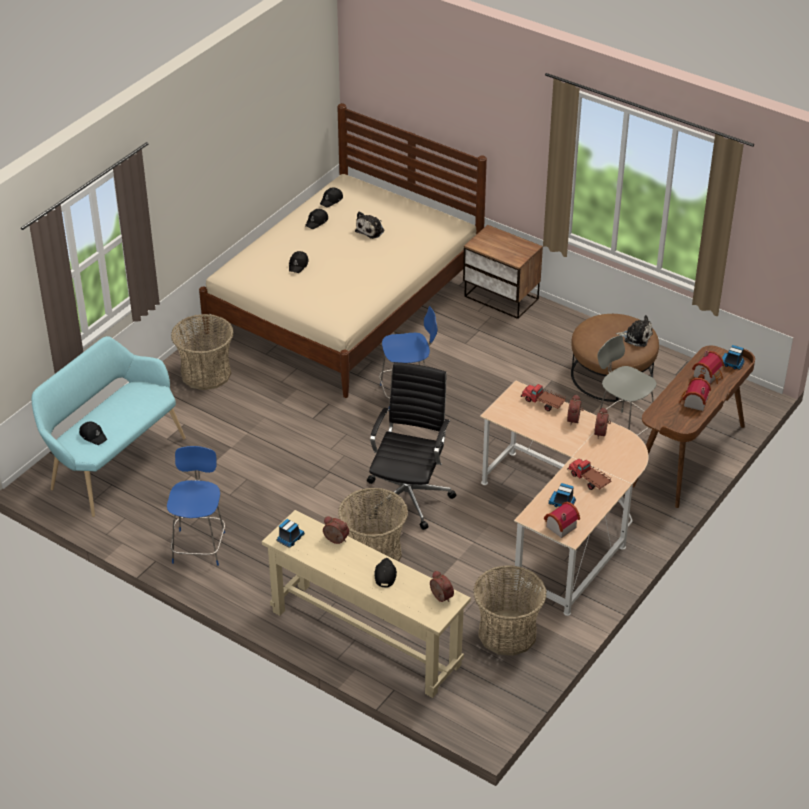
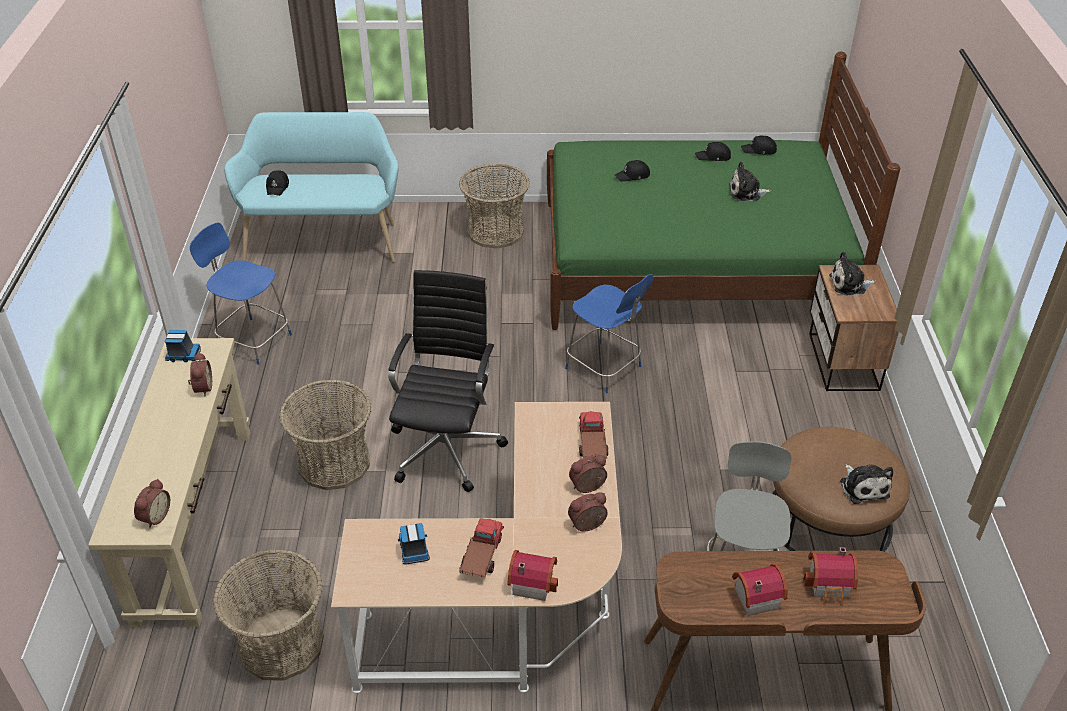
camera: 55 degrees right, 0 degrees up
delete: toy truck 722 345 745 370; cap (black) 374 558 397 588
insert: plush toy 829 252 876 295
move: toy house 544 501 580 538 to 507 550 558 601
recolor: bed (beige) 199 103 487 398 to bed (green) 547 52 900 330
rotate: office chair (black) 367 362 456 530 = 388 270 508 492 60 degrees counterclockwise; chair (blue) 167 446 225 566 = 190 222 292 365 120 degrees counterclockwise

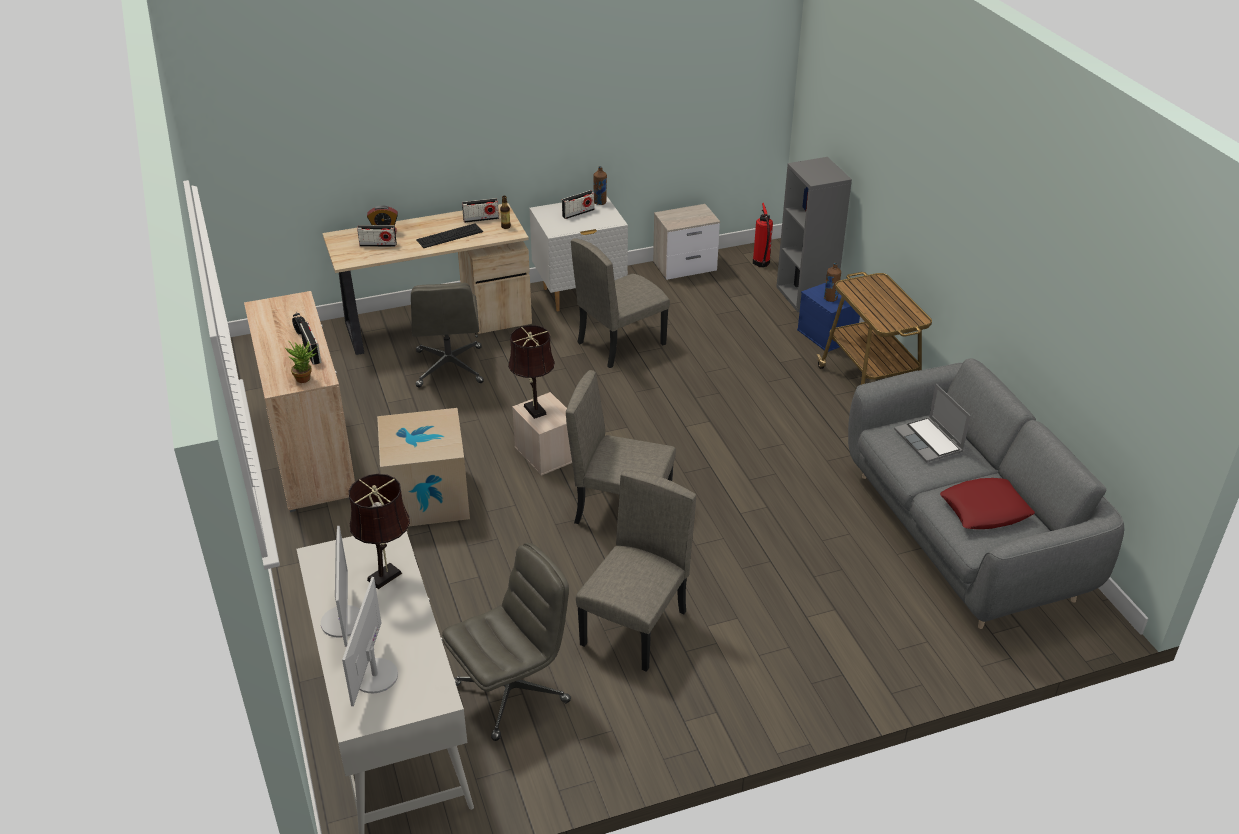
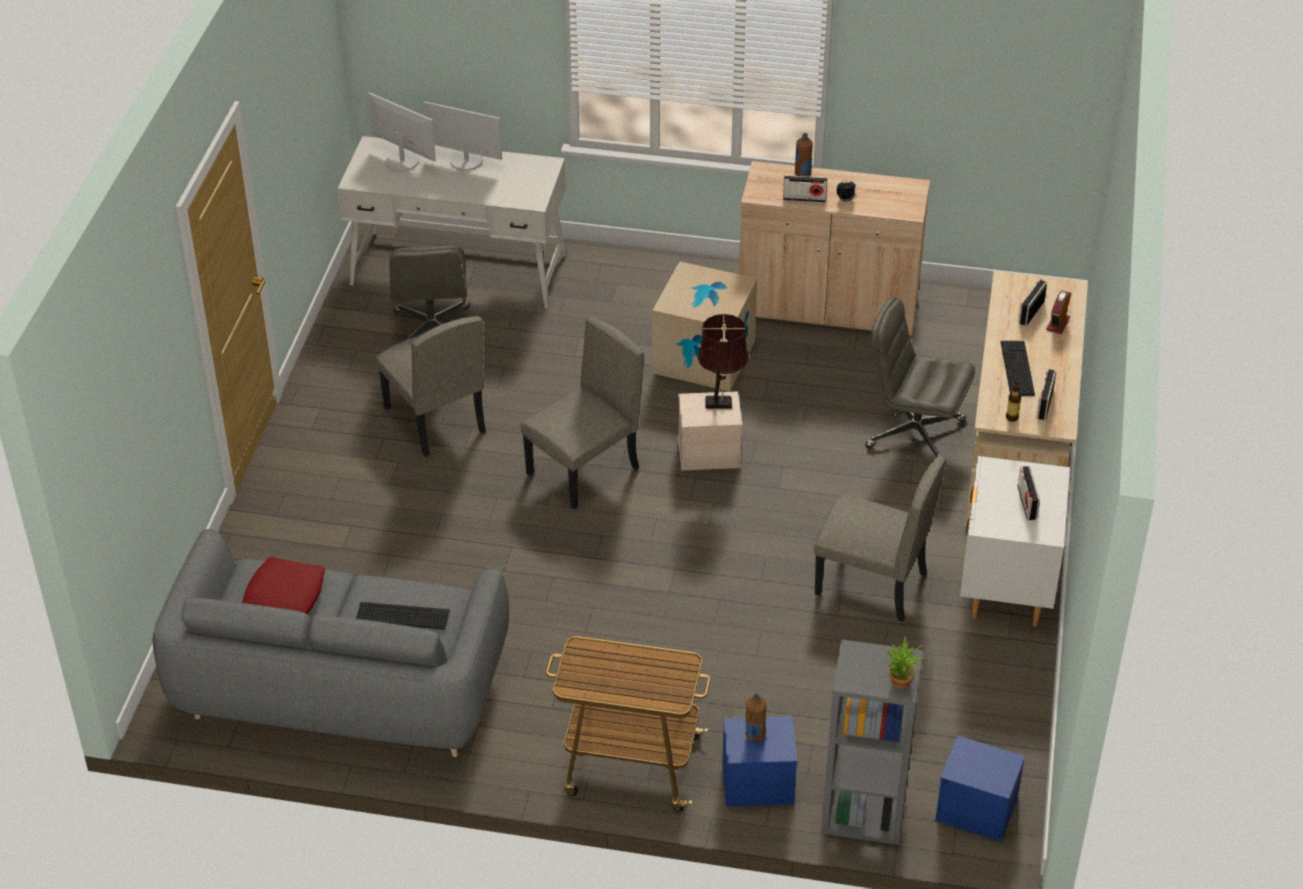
camera: 120 degrees right, 5 degrees up
delete: nightstand 653 204 720 280; table lamp (brown) 349 474 410 589
move: bottle (brown) 593 166 607 205 to 795 133 813 177; potted plant 285 341 318 383 to 886 636 923 689
replace: fire extinguisher 753 203 773 267 to storage box (blue) 935 736 1025 842; laptop 894 384 971 462 to keyboard 356 602 450 630
rotate: chair (beige) 571 238 670 368 = 814 456 946 622 120 degrees clockwise

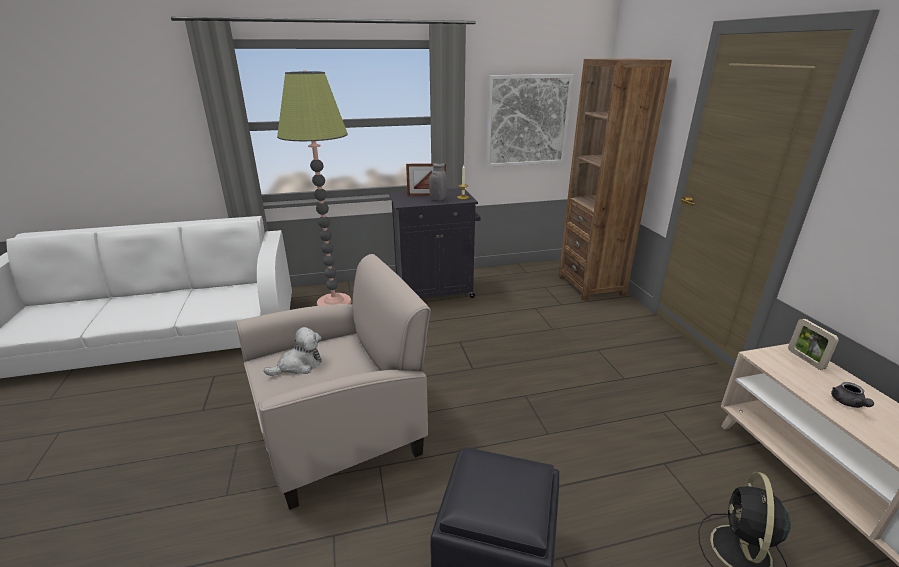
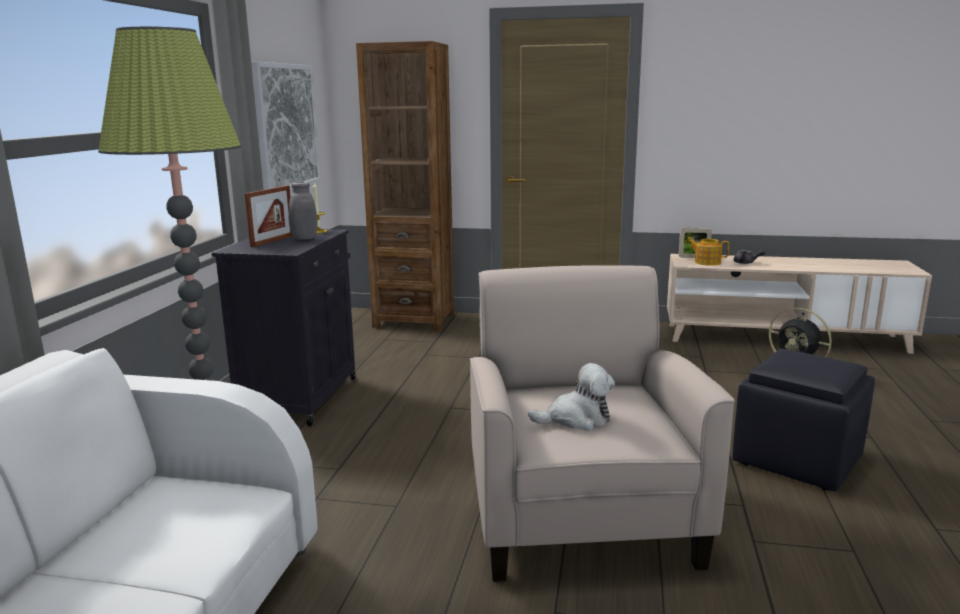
camera: 65 degrees left, 10 degrees down
insert: teapot 688 239 729 266
rotate: plush toy 264 327 322 376 = 528 363 615 431 90 degrees clockwise

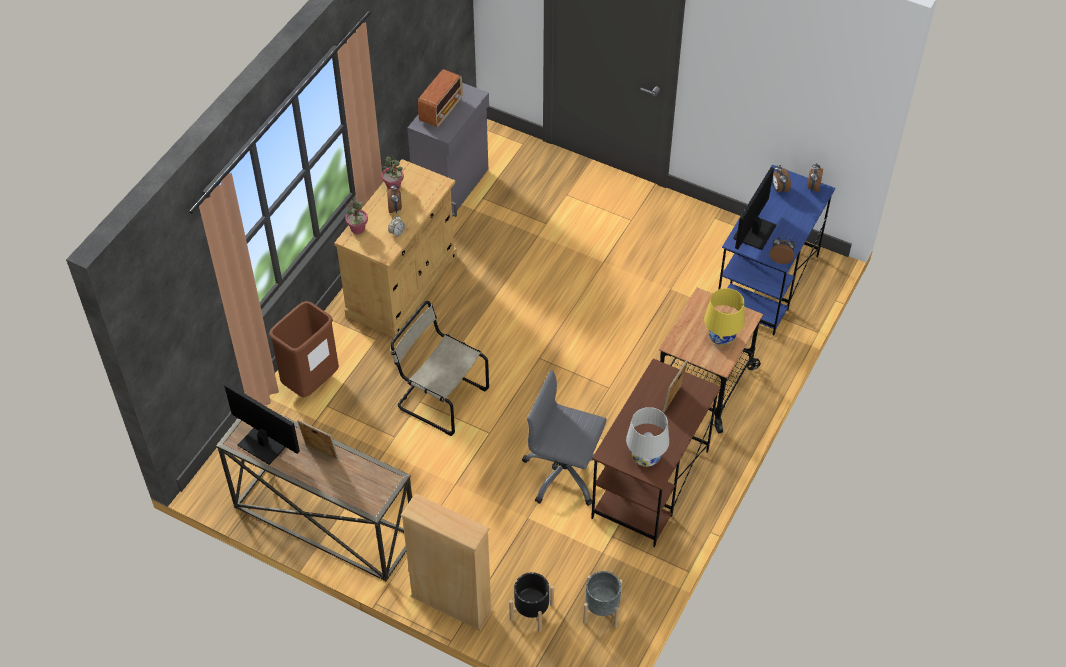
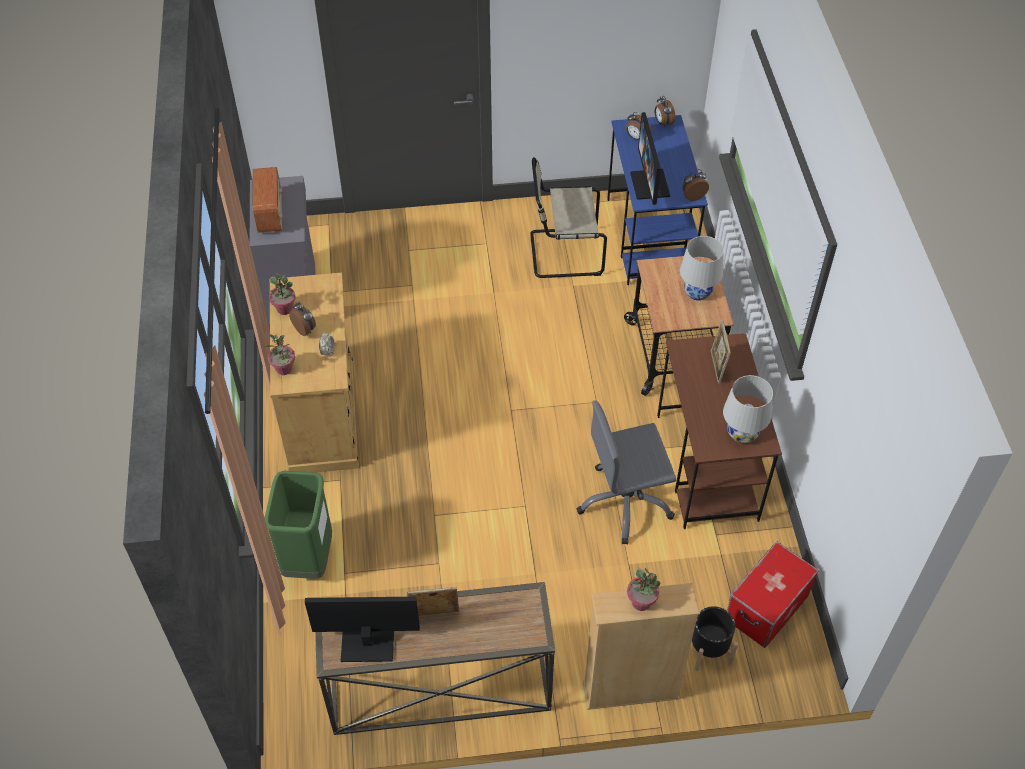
camera: 35 degrees left, 0 degrees up
insert: potted plant 627 568 661 611
move: chair (beige) 390 301 489 436 to 530 157 607 278
replace: planter (grey) 583 571 623 628 to storage box 727 542 819 648
recolor: table lamp (yellow) 704 288 745 346 to table lamp (white) 680 236 724 301; trash can (brown) 269 301 339 398 to trash can (green) 265 471 332 579

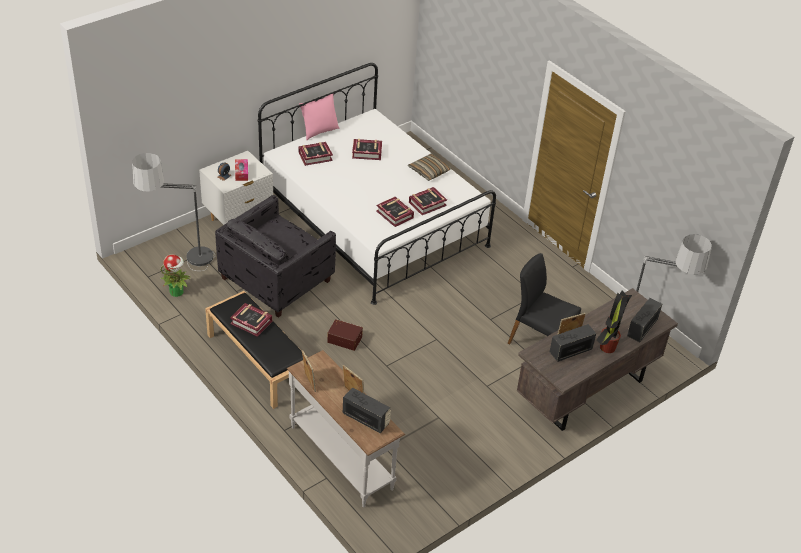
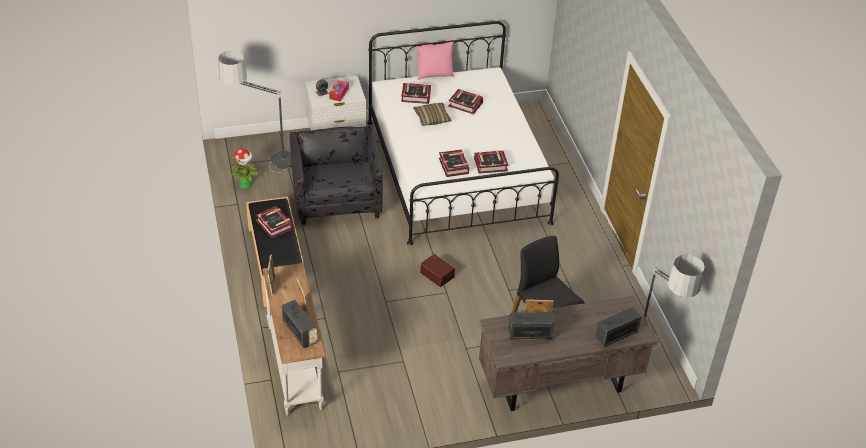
camera: 25 degrees right, 0 degrees up
delete: potted plant 596 290 632 353
move: pillow 408 154 452 181 to 413 103 451 126; storage box (brown) 327 319 363 351 to 420 254 455 287
rotate: armchair (grey) 215 195 336 318 = 290 126 383 225 105 degrees clockwise

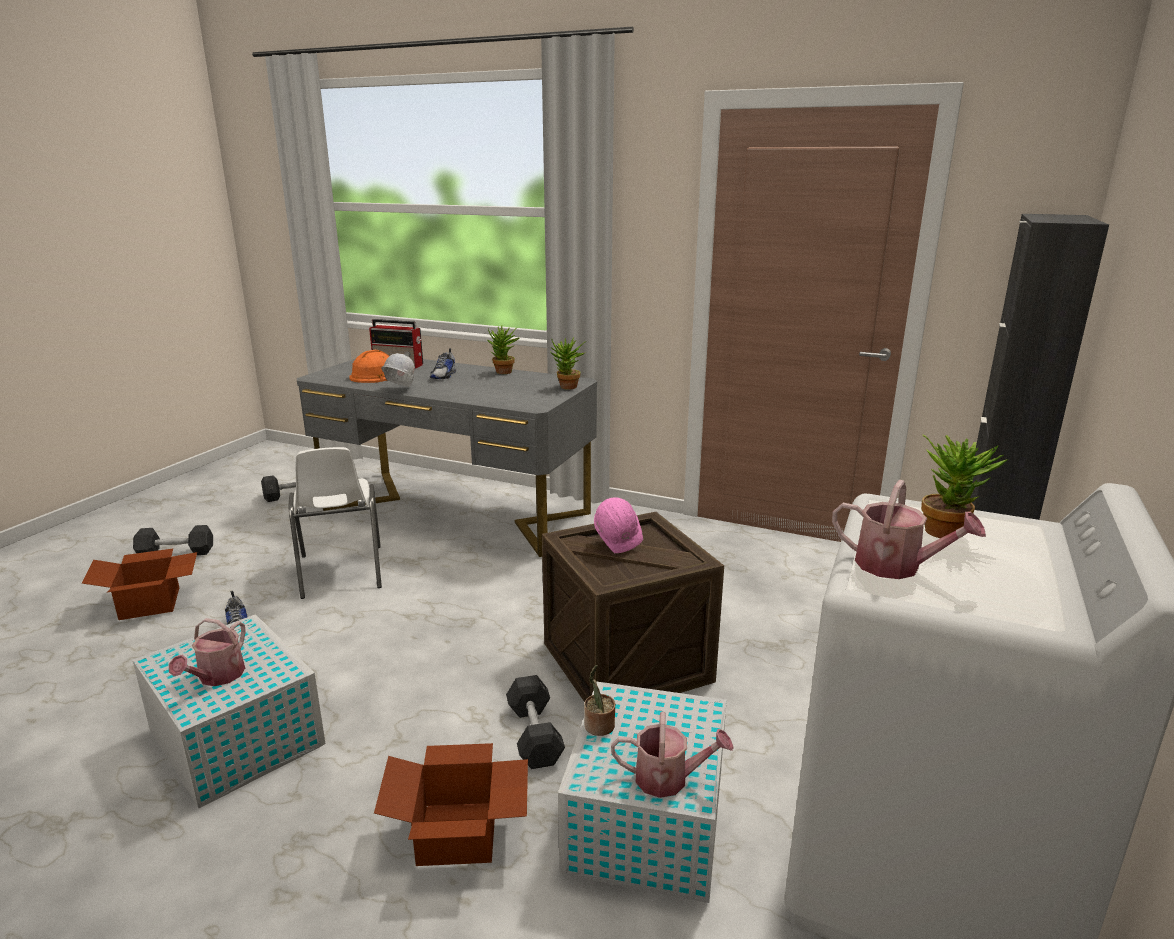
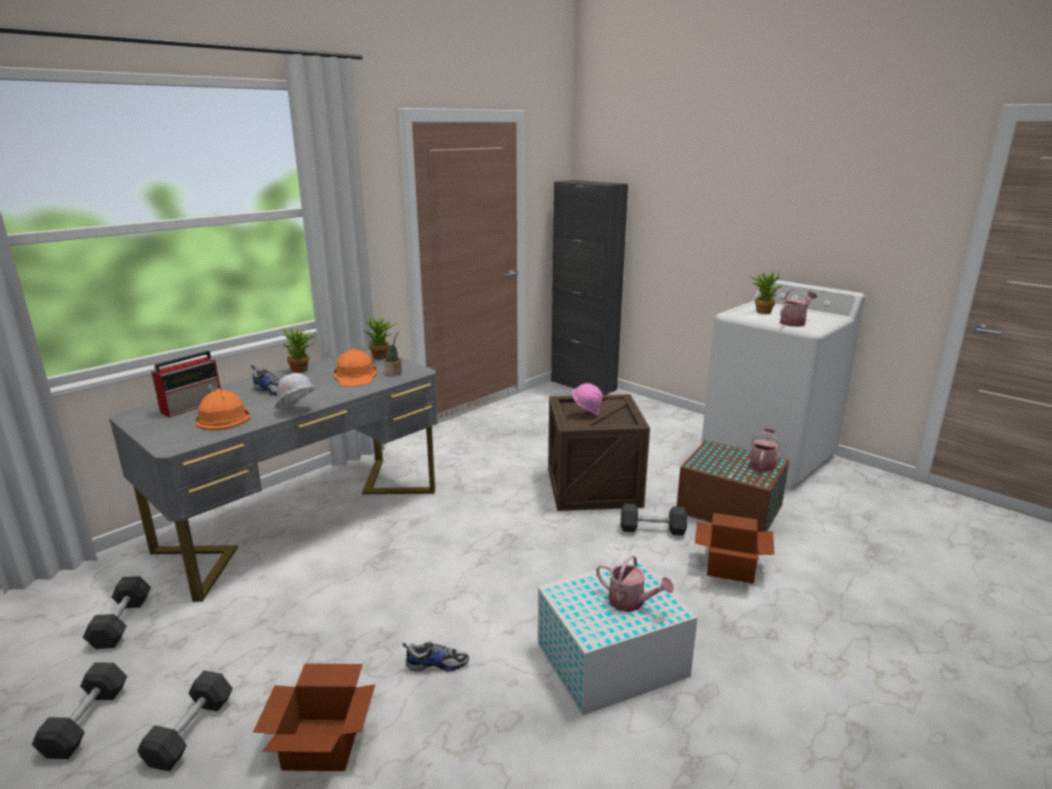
camera: 70 degrees left, 0 degrees up
delete: chair (white) 288 447 382 599
insert: hard hat (orange) 334 348 377 386; dumbbell (grey) 32 662 127 759
move: potted plant 584 665 615 736 to 384 331 402 376
recolor: storage box (white) 558 681 727 903 to storage box (brown) 677 440 789 532

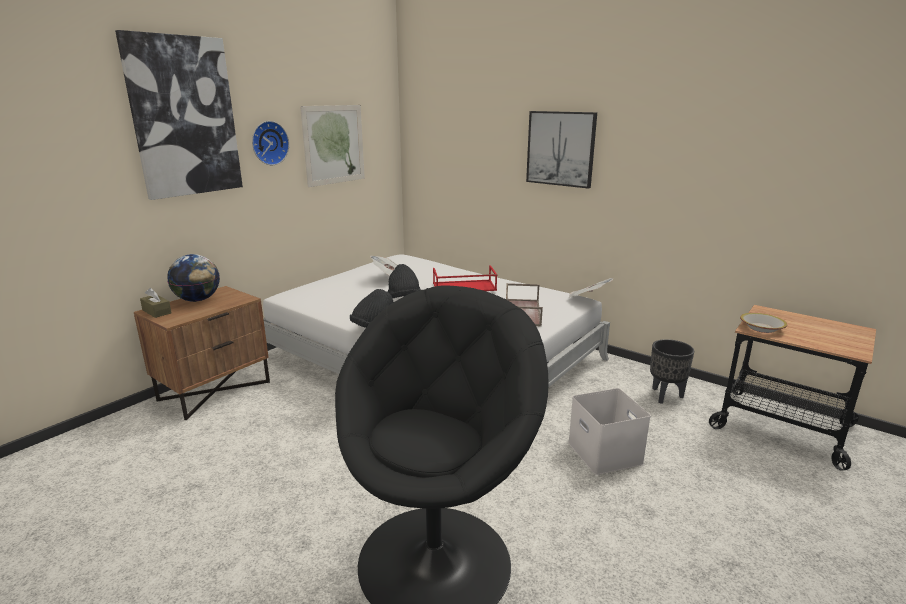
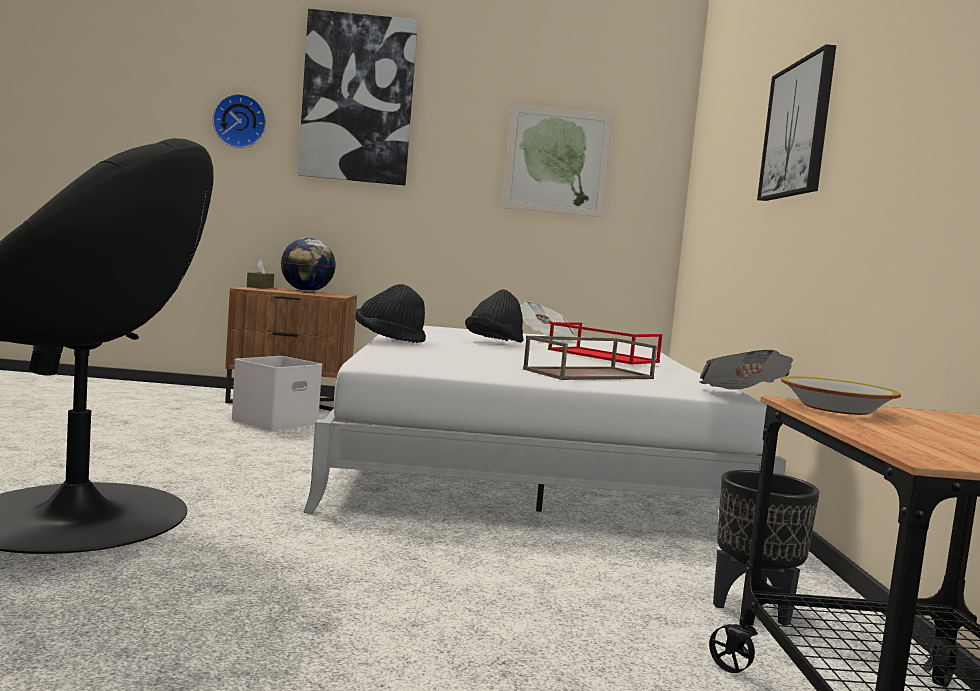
camera: 50 degrees right, 15 degrees down
move: wall clock 252 121 289 165 to 213 94 266 148; storage box (white) 568 388 651 475 to 231 356 323 432

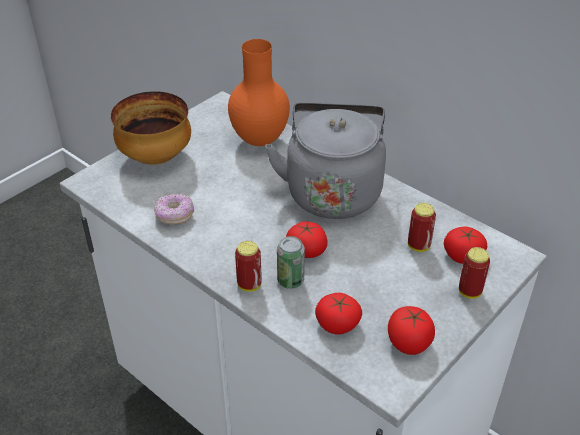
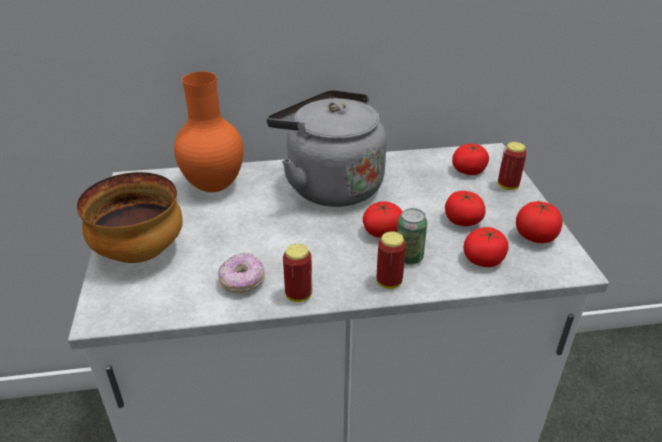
camera: 50 degrees left, 5 degrees down
insert: tomato 445 191 486 226
move: can 408 203 436 252 to 283 244 312 302

